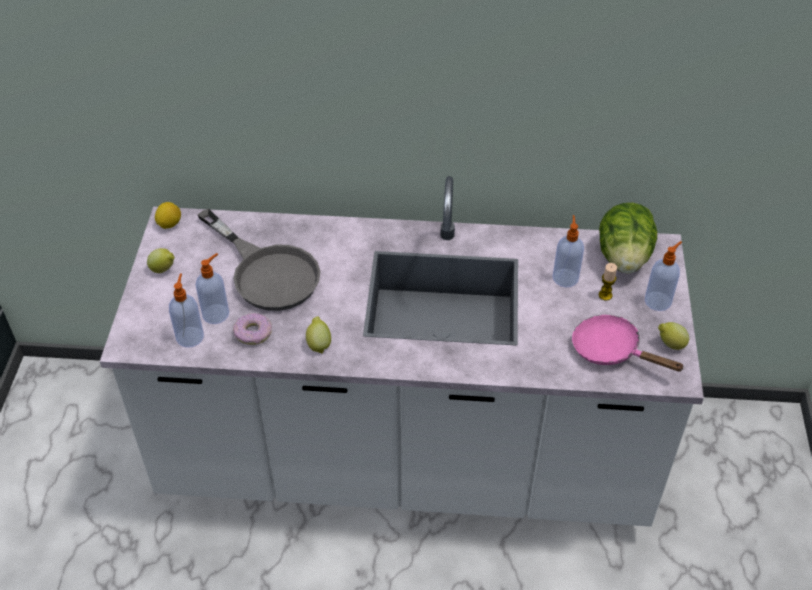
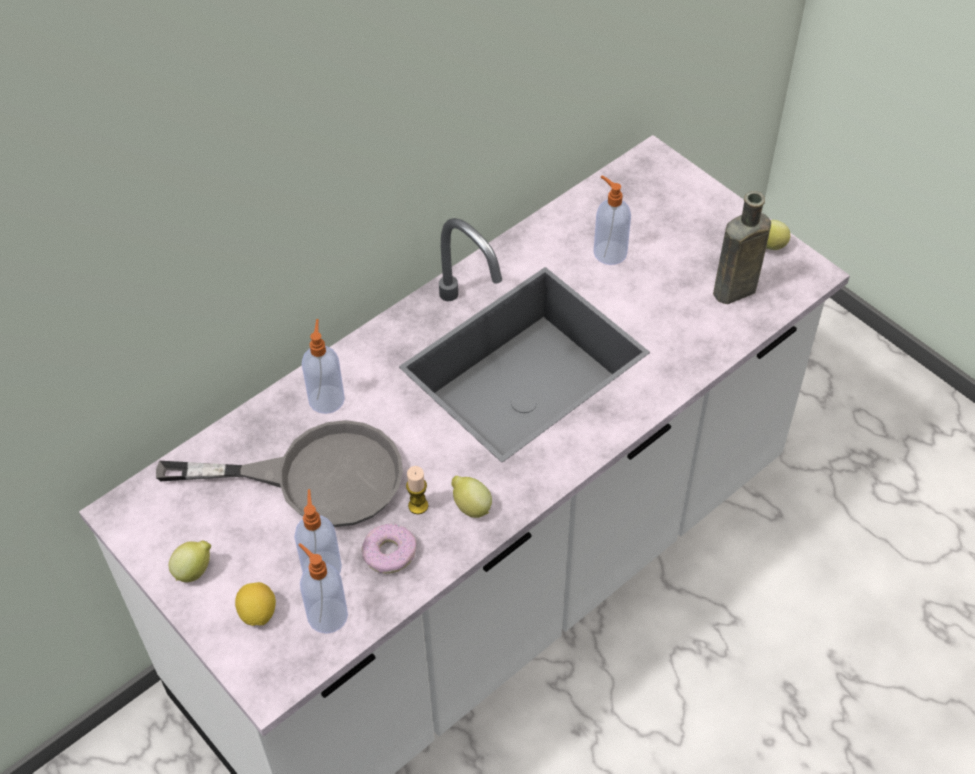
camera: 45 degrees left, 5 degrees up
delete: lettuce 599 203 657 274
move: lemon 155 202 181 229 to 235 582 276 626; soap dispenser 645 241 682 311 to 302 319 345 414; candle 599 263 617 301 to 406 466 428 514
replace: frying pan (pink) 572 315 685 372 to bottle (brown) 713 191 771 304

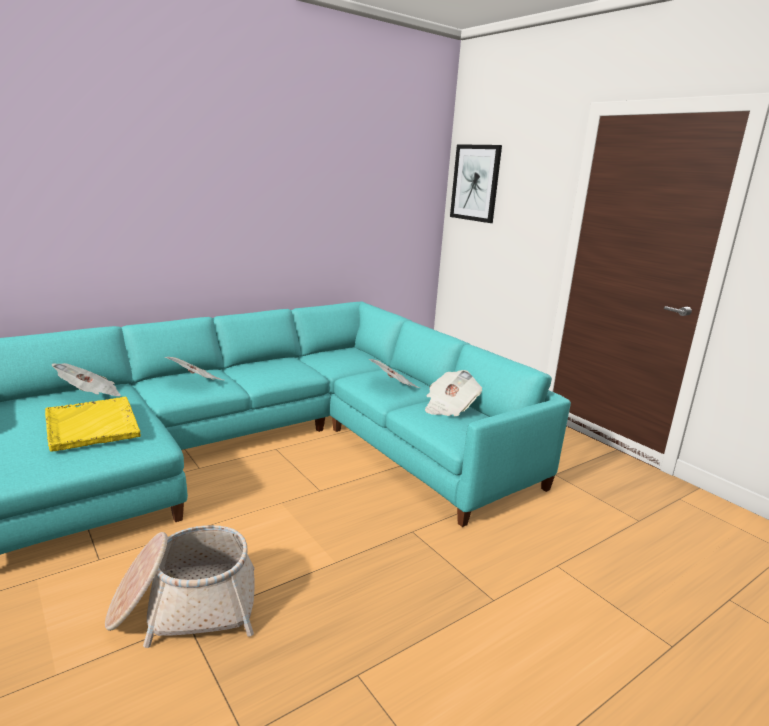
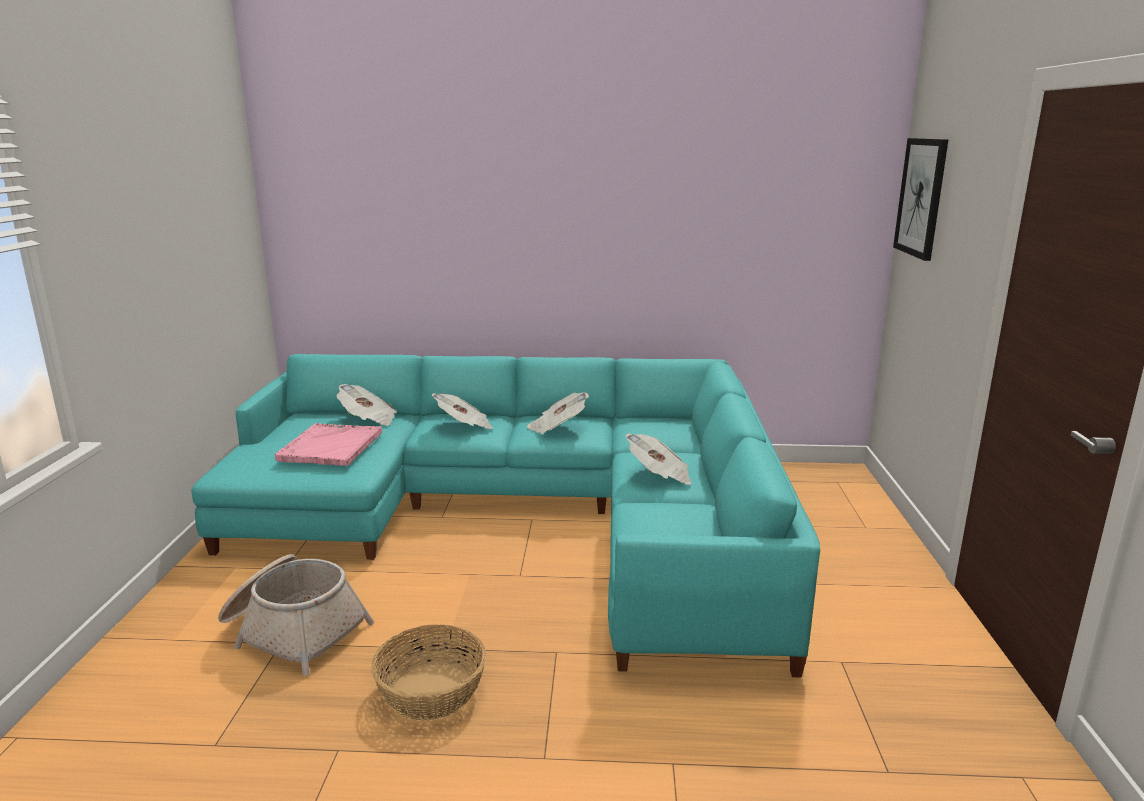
camera: 40 degrees right, 0 degrees up
insert: basket 371 624 486 721
move: newspaper 425 370 482 417 to 527 392 589 434
recolor: tray (yellow) 45 397 141 452 to tray (pink) 275 423 382 466

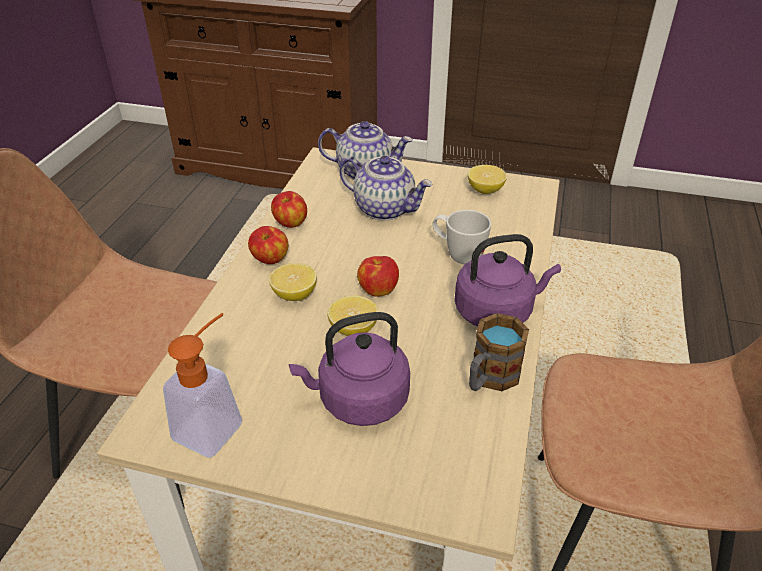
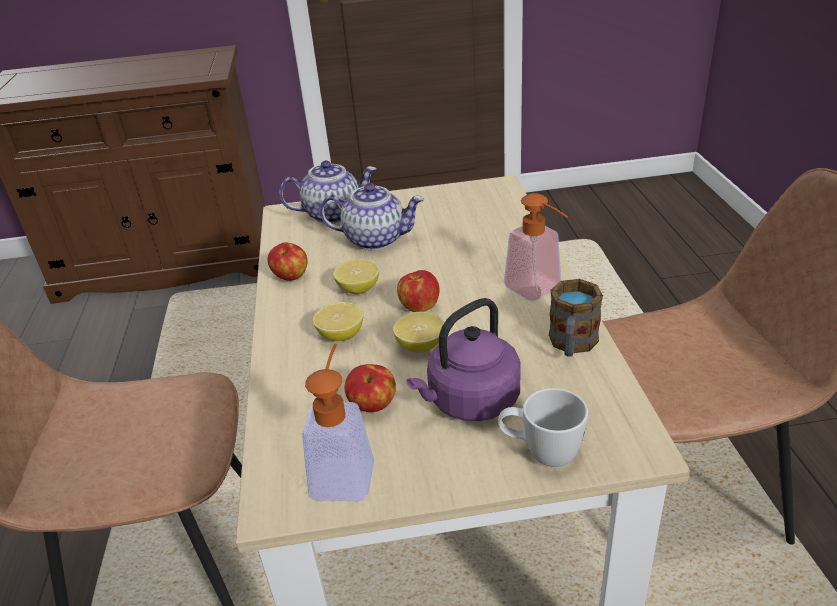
camera: 20 degrees left, 5 degrees down
move: lemon 468 165 507 194 to 333 259 379 294; mug (white) 432 210 491 264 to 498 388 588 467; apple 248 226 288 264 to 345 364 396 412
replace: kettle (purple) 455 234 561 326 to soap dispenser 504 193 568 301

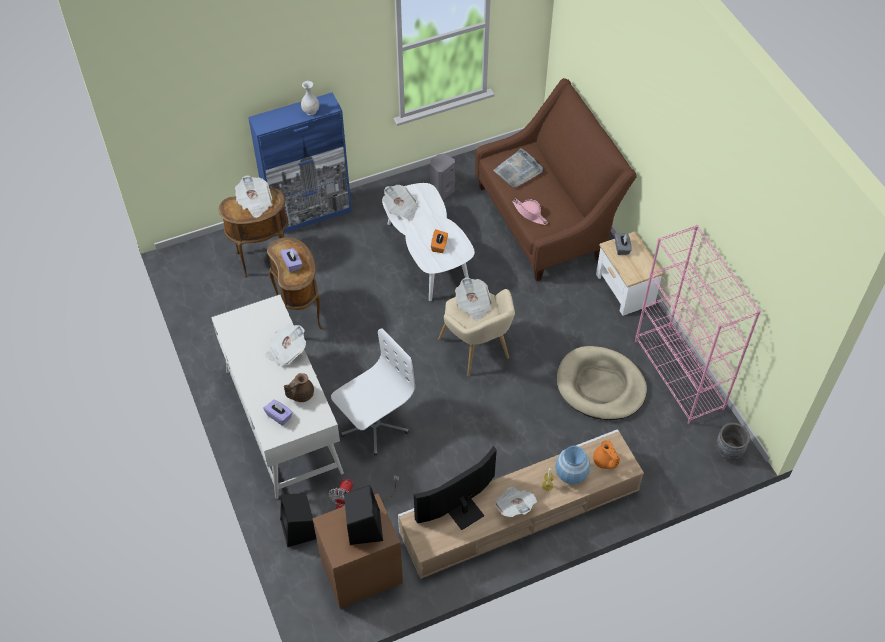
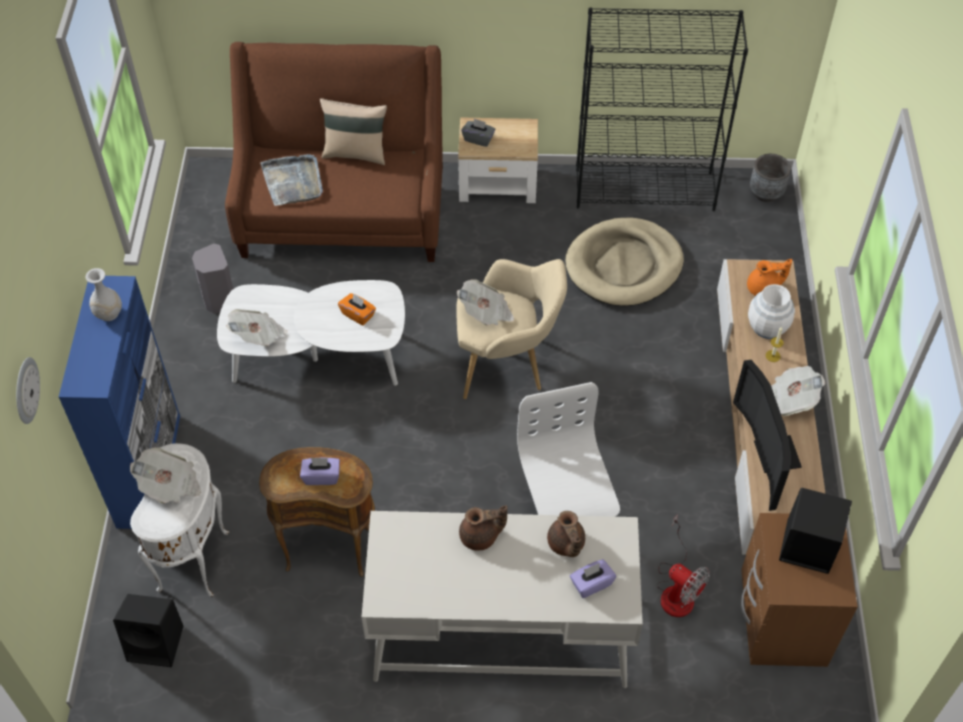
camera: 65 degrees left, 0 degrees up
delete: hat (pink) 512 198 548 225
insert: pillow (beige) 320 98 387 165; wall clock 16 357 40 424
move: speaker (black) 280 493 316 547 to 113 594 183 667
replace: newspaper 266 323 306 367 to teapot (brown) 459 505 507 551
recolor: side table (brown) 219 187 288 278 to side table (white) 130 443 229 597; bookcase (pink) 635 225 761 424 to bookcase (black) 576 8 748 211; vase (blue) 555 446 591 484 to vase (white) 748 284 795 339

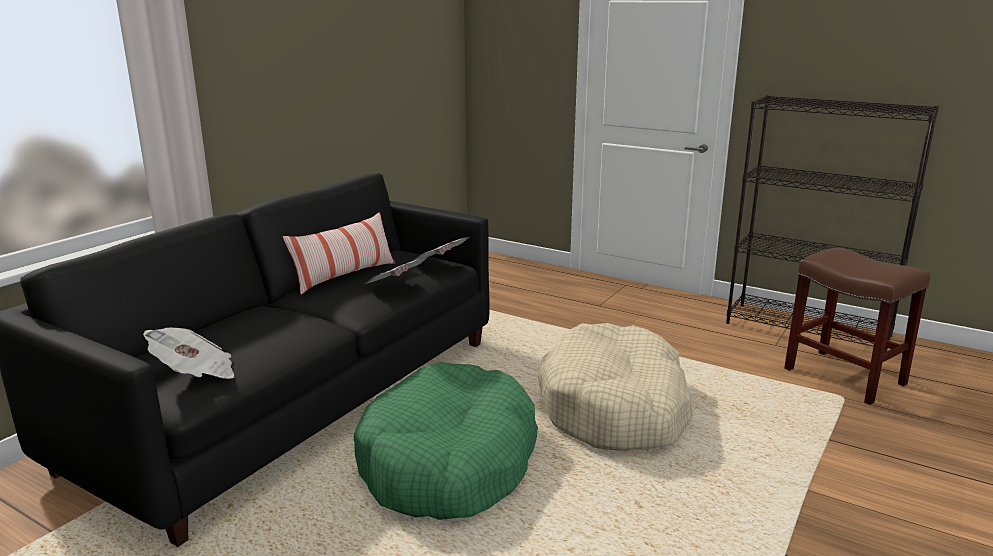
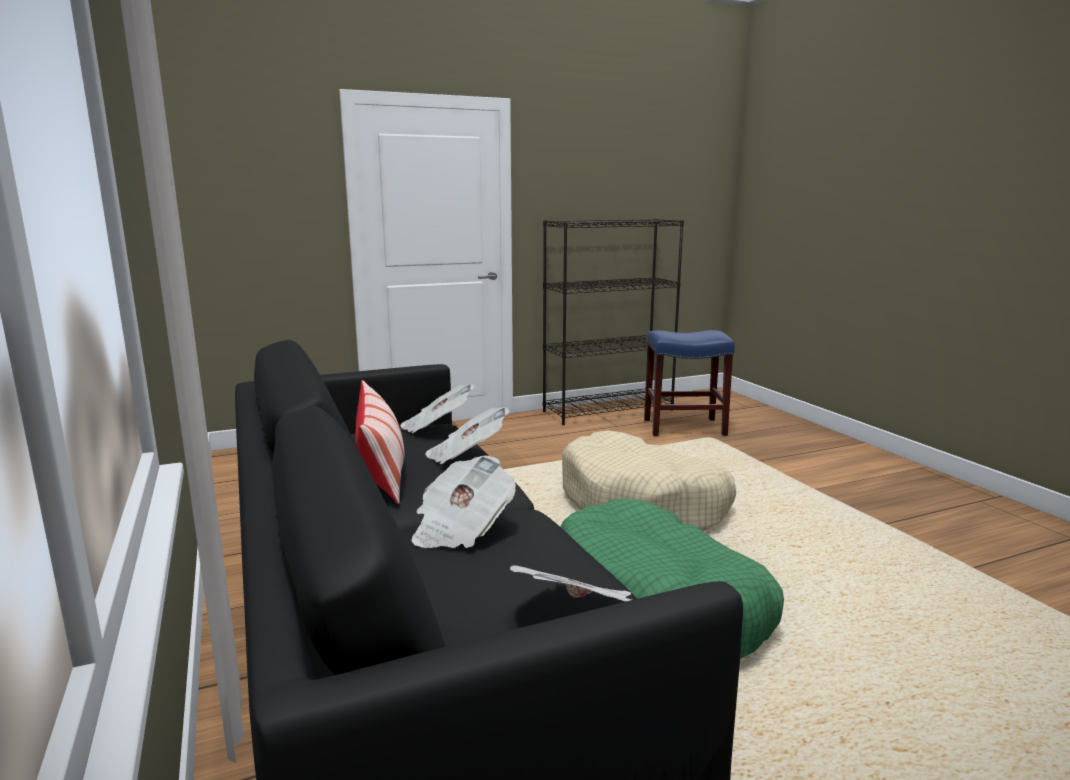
camera: 55 degrees left, 5 degrees down
insert: newspaper 411 455 516 548
recolor: stool (brown) 784 248 930 405 to stool (blue) 644 330 735 437

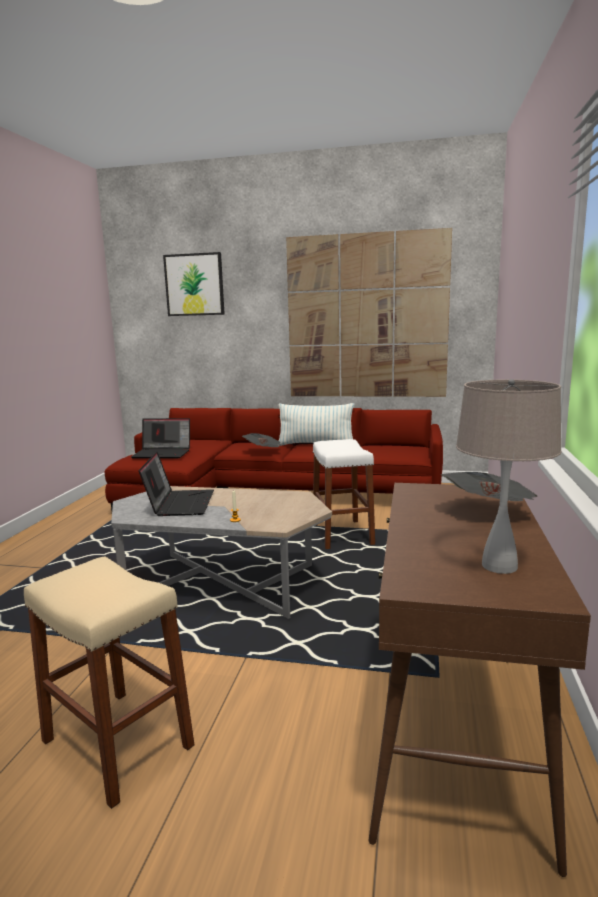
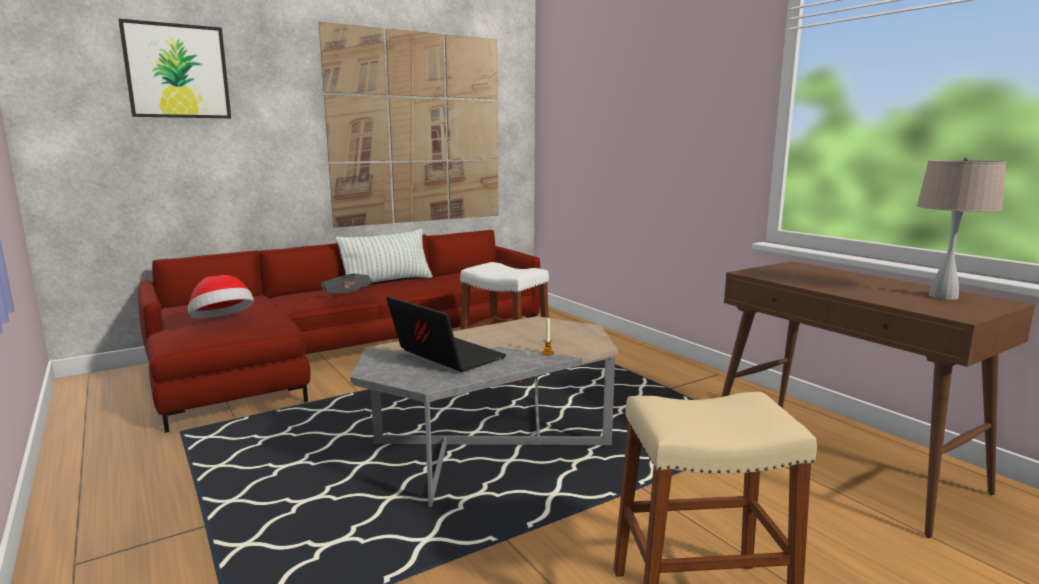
camera: 45 degrees left, 0 degrees up
delete: newspaper 441 472 537 501
replace: laptop 131 418 190 458 to hat 188 275 254 318

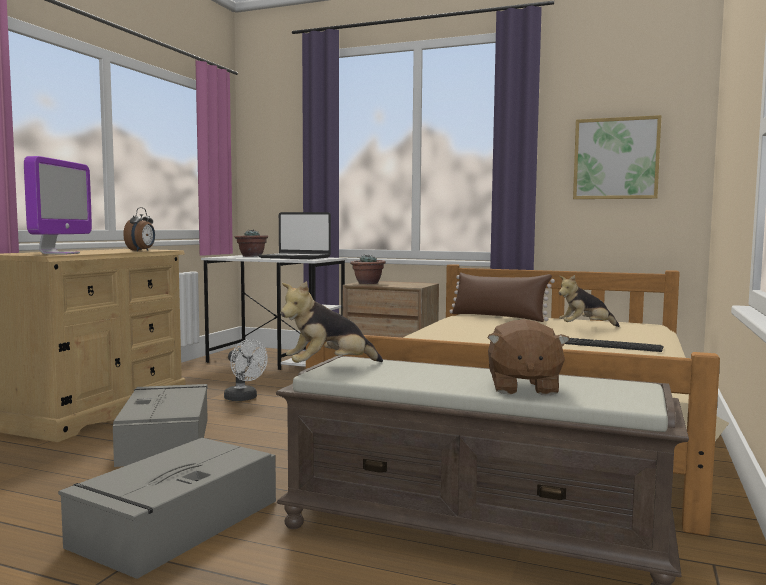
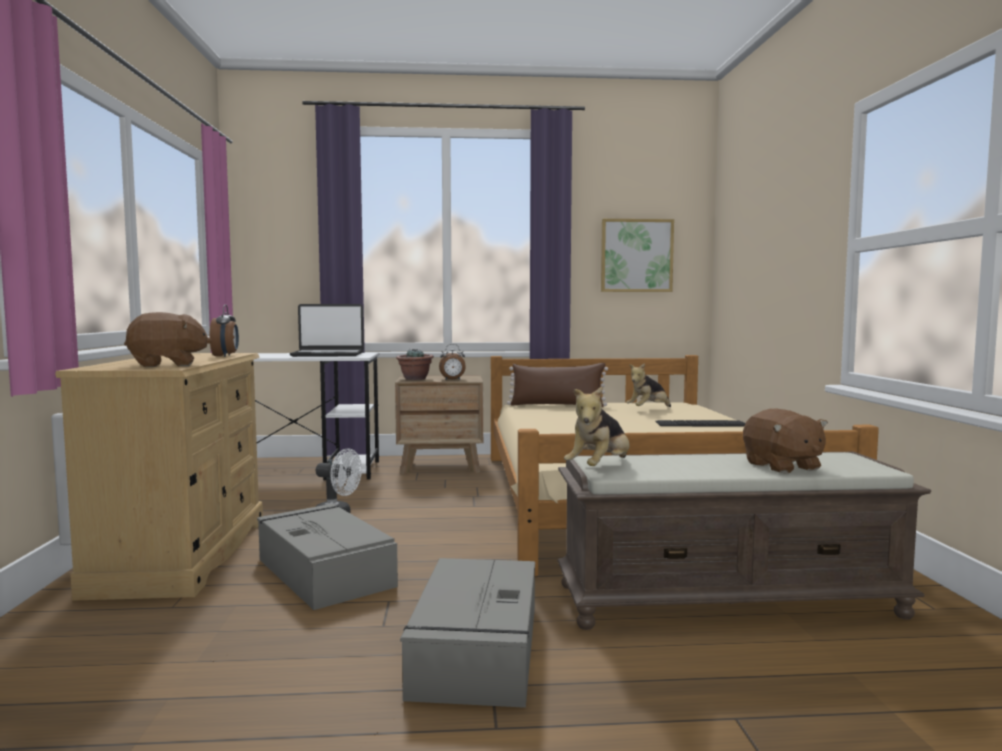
camera: 25 degrees left, 0 degrees up
delete: potted plant 235 230 268 257
insert: alarm clock 439 344 466 380
replace: monitor 24 156 92 254 to plush toy (brown) 124 312 212 367

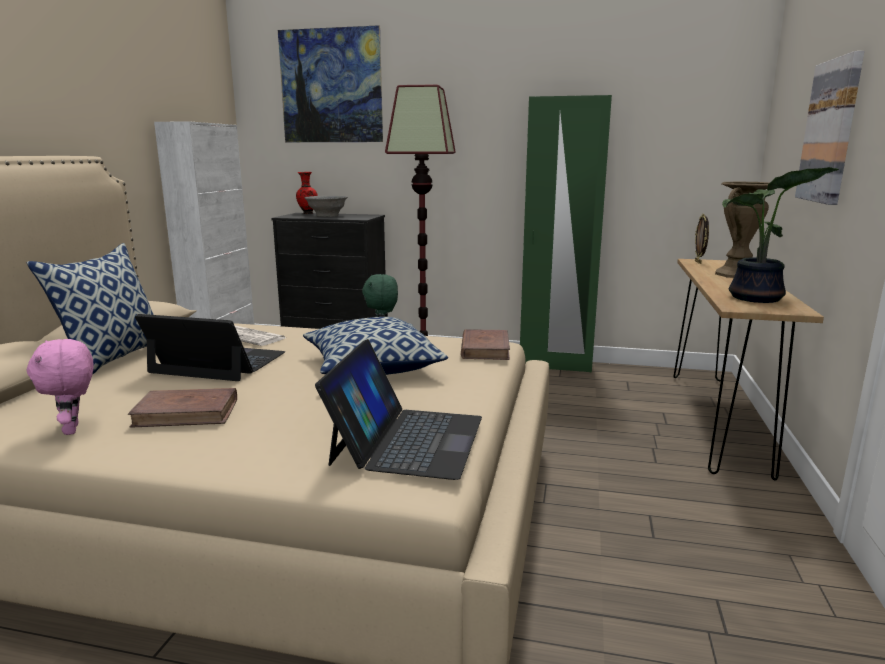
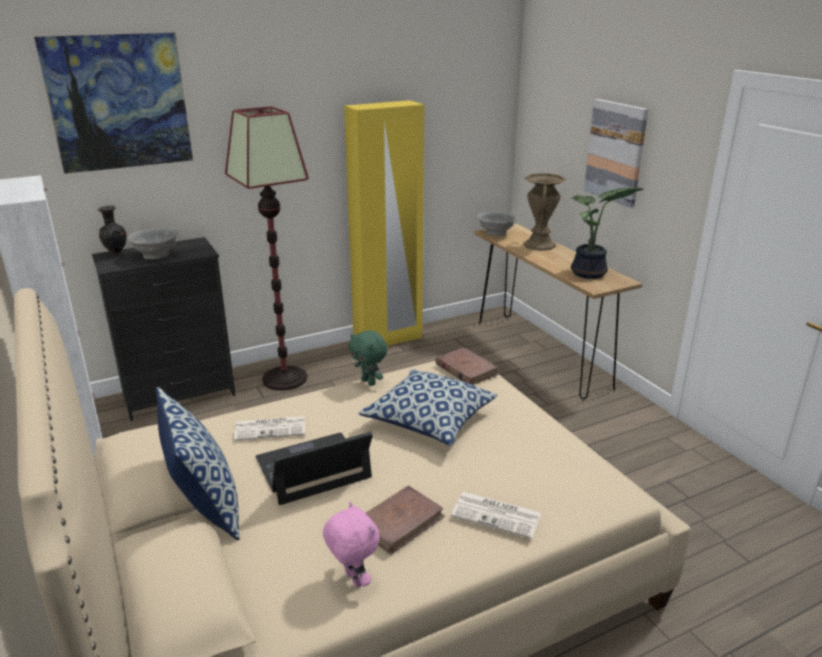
camera: 40 degrees left, 10 degrees up
delete: laptop 315 339 482 480
insert: newspaper 451 492 541 539
replace: picture frame 695 214 709 264 to bowl (grey) 477 211 516 236
recolor: wardrobe (green) 520 95 612 373 to wardrobe (yellow) 344 100 424 346; vase (red) 296 172 318 214 to vase (black) 98 205 127 256
rotate: plush toy (pink) 27 339 94 435 = 323 502 379 588 150 degrees counterclockwise

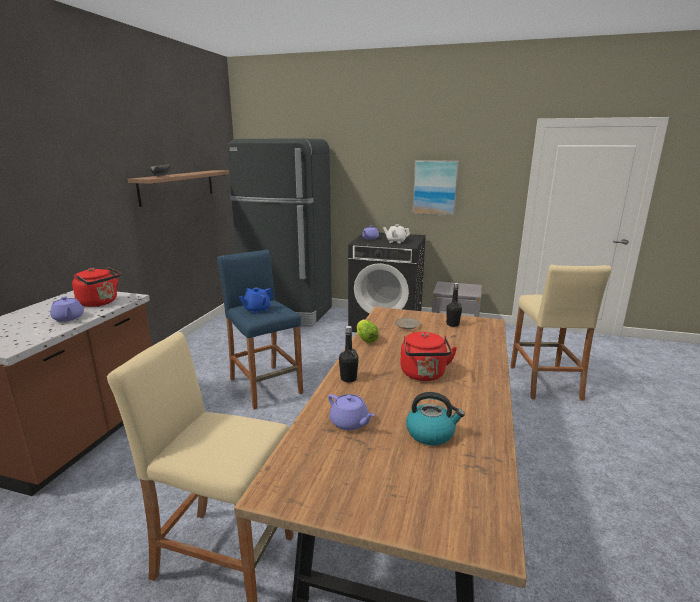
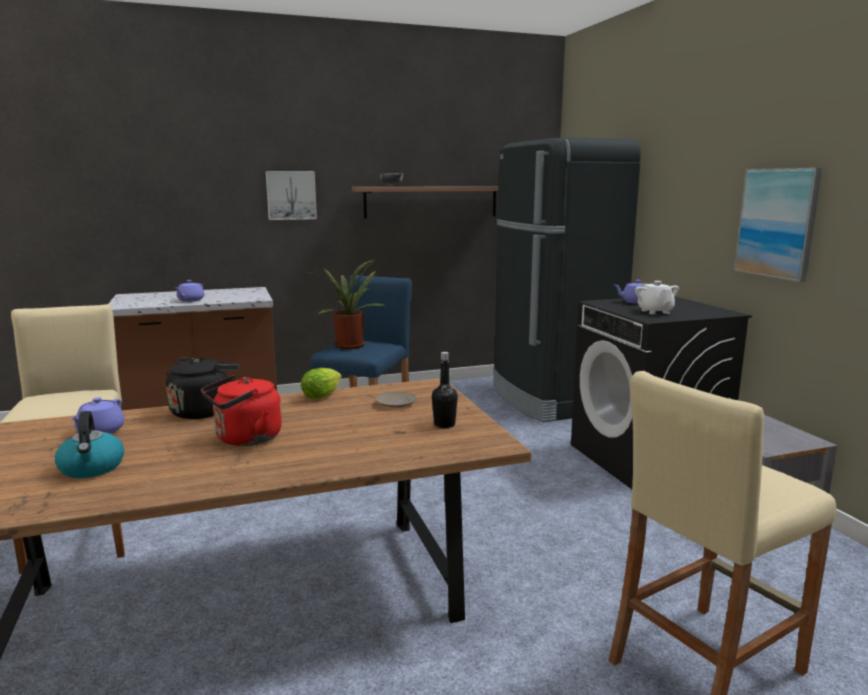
camera: 55 degrees right, 5 degrees down
delete: kettle (red) 72 267 121 307
insert: picture 266 171 317 220
replace: teapot (blue) 239 288 273 314 to potted plant 303 259 387 349; bottle (black) 339 326 359 383 to kettle (black) 166 358 239 419

